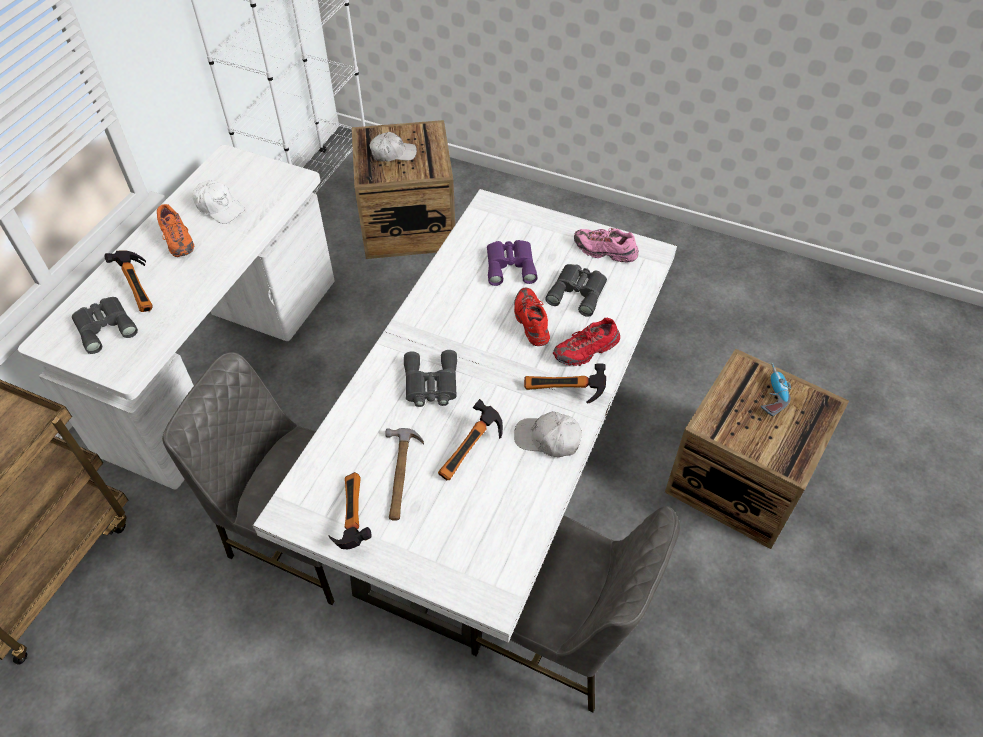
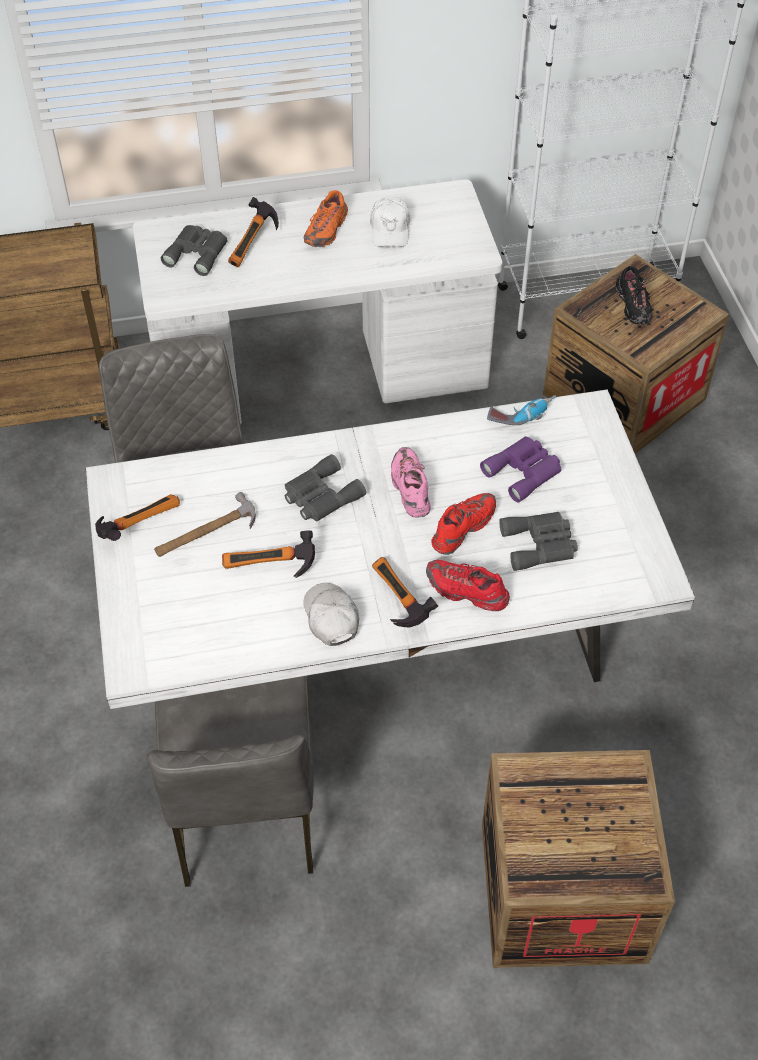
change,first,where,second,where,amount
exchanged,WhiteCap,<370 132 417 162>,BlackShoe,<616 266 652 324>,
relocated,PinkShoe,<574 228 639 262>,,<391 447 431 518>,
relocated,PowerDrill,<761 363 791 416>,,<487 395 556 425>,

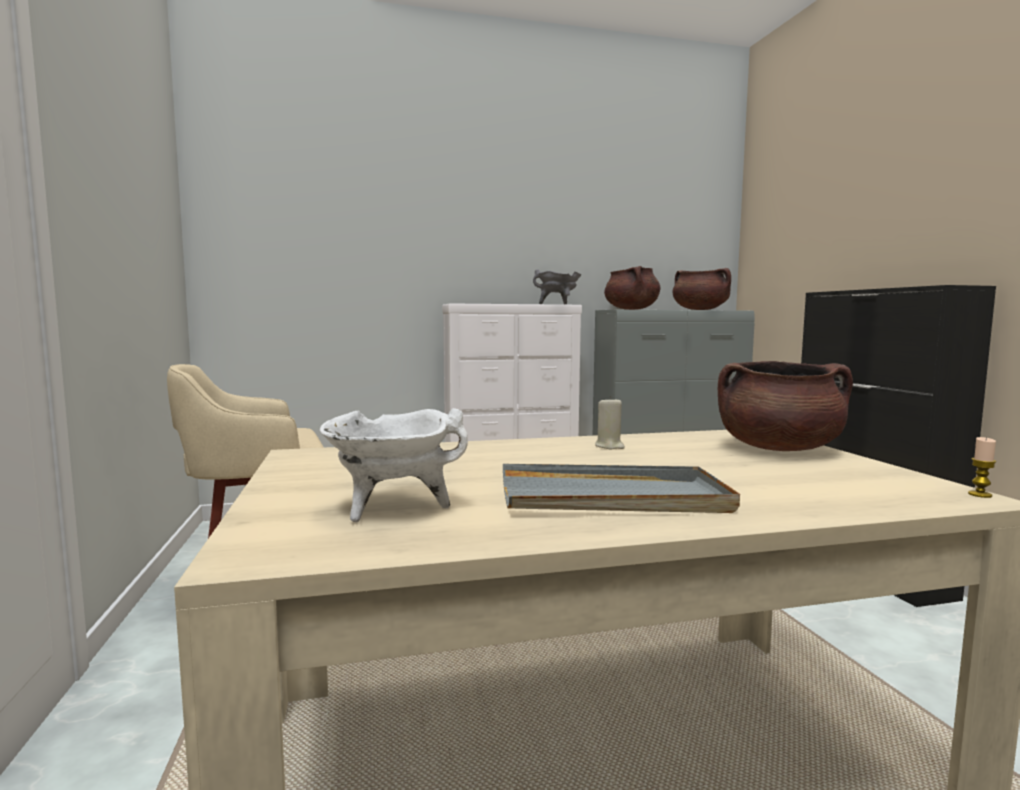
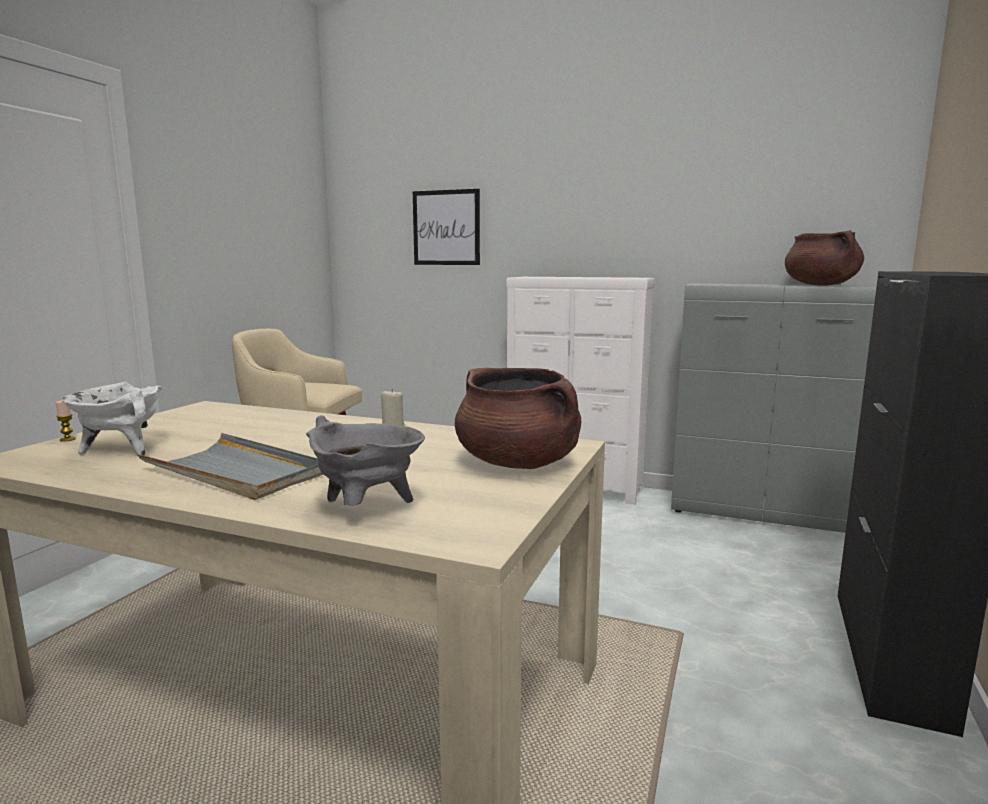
change,first,where,second,where,amount
relocated,GreyCookingPot,<533 269 581 304>,,<306 415 425 506>,
missing,BrownCookingPot,<604 266 660 310>,,,
relocated,Candle,<968 437 996 498>,,<56 400 76 442>,
appeared,,,Picture,<413 189 480 265>,

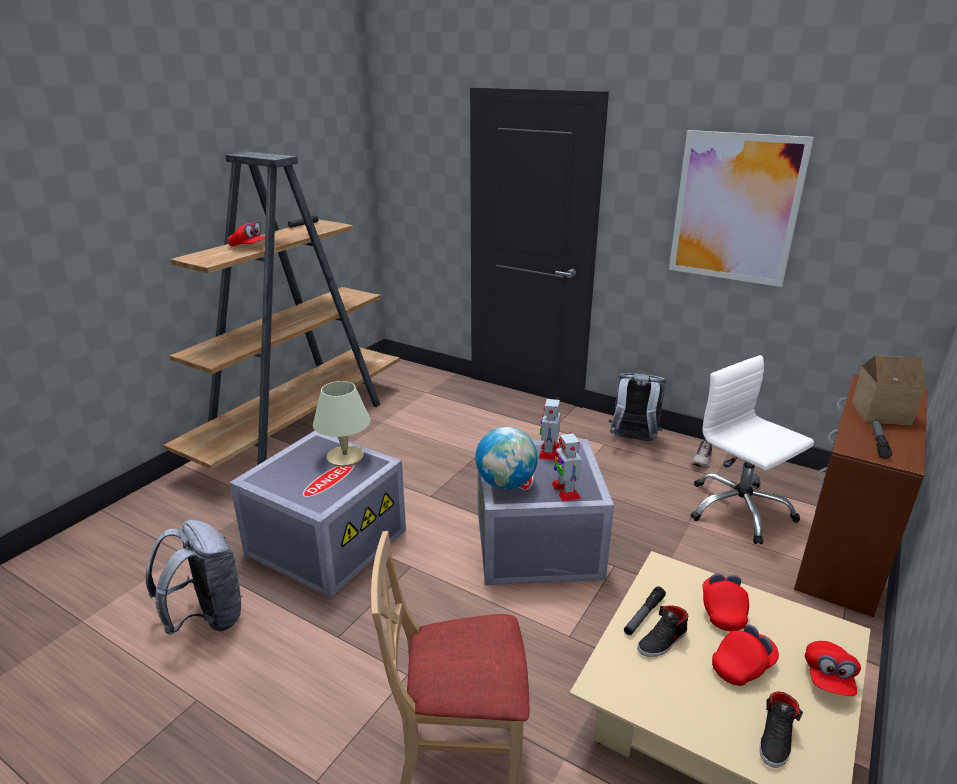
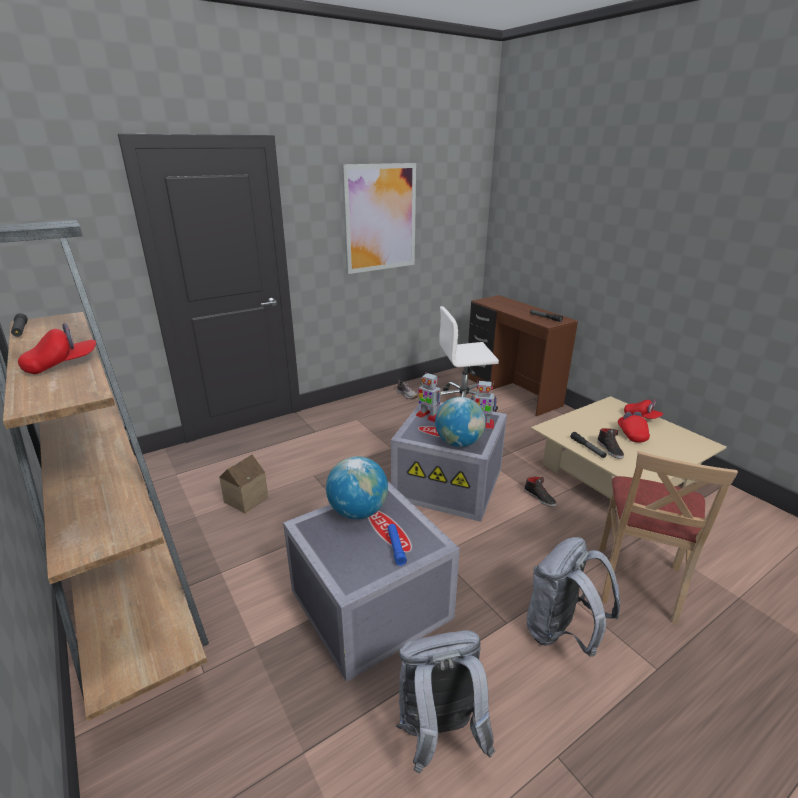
change,first,where,second,where,amount
exchanged,BeigeTableLamp,<313 381 371 467>,Globe,<326 456 388 519>,
relocated,GreyBackpack,<609 373 666 441>,,<527 537 620 657>,
missing,RedCap,<703 573 749 631>,,,
relocated,BlackShoe,<760 692 803 768>,,<524 477 556 507>,
relocated,ToyHouse,<852 355 925 426>,,<219 454 269 513>,
appeared,,,BlueFlashlight,<388 524 407 566>,

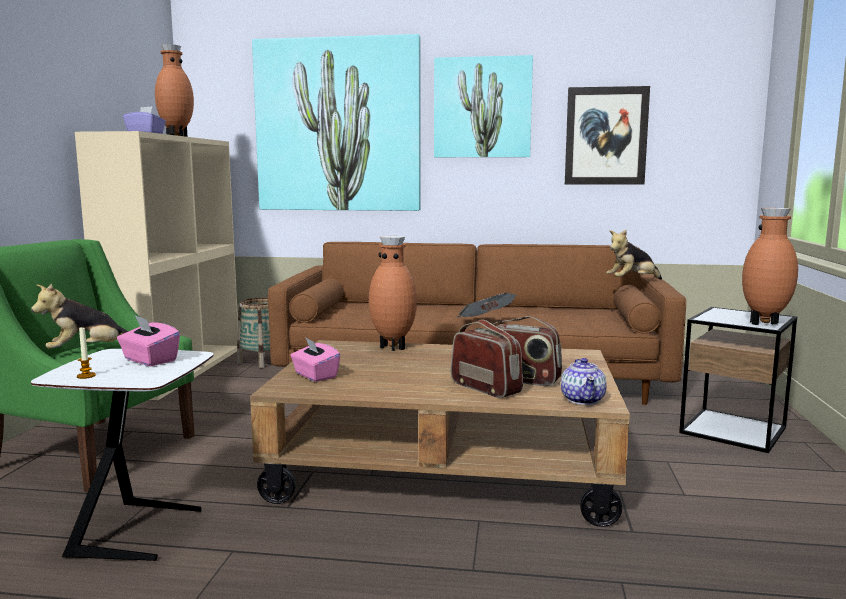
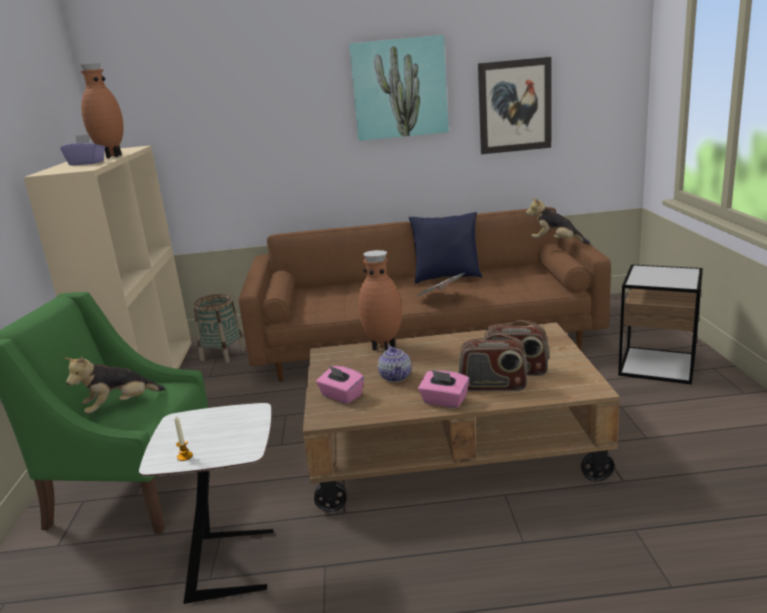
change,first,where,second,where,amount
relocated,PinkTissueBox,<117 316 180 366>,,<418 370 469 408>,
missing,Picture,<252 34 421 211>,,,
spun,Radio,<451 320 523 398>,,<459 333 528 391>,150 degrees clockwise
relocated,Teapot,<561 358 607 405>,,<378 345 412 382>,
spun,PlushToy,<606 230 662 280>,,<526 197 590 244>,60 degrees clockwise
missing,BrownVase,<742 208 798 325>,,,
appeared,,,BluePillow,<409 212 482 283>,

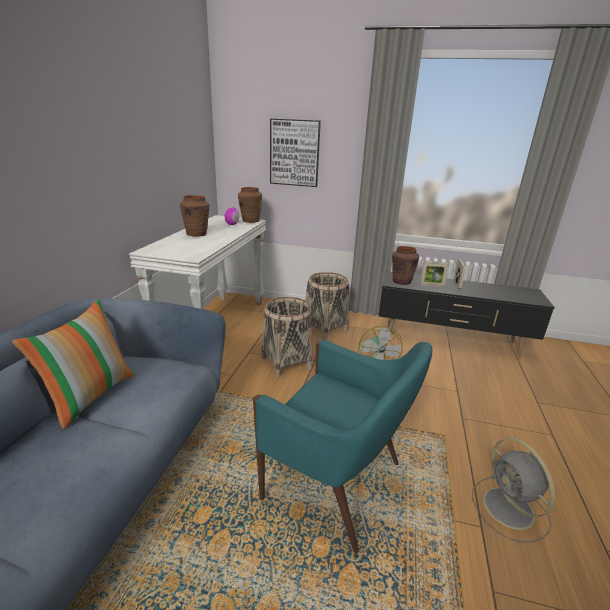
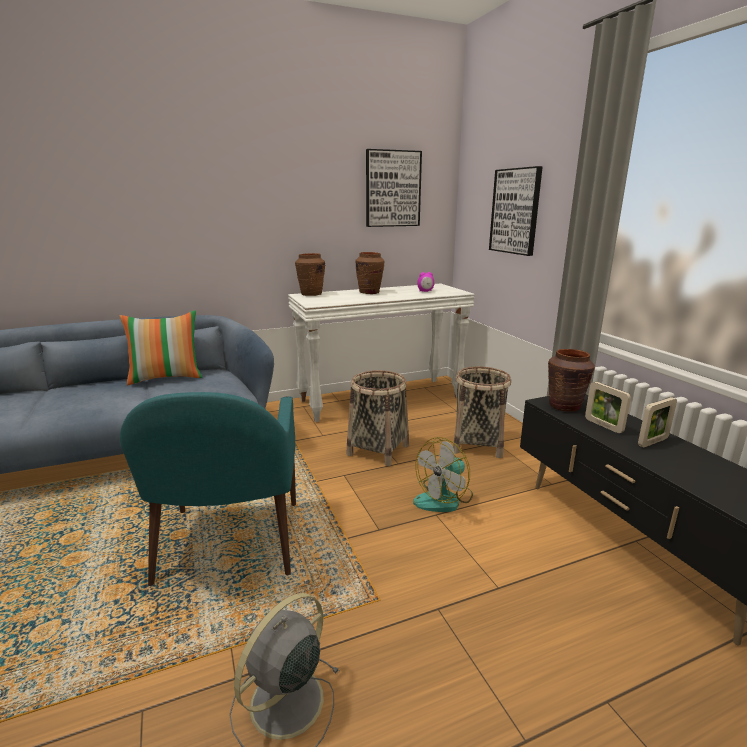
change,first,where,second,where,amount
relocated,BrownVase,<238 187 262 223>,,<295 253 326 296>,
appeared,,,Picture,<366 149 422 227>,

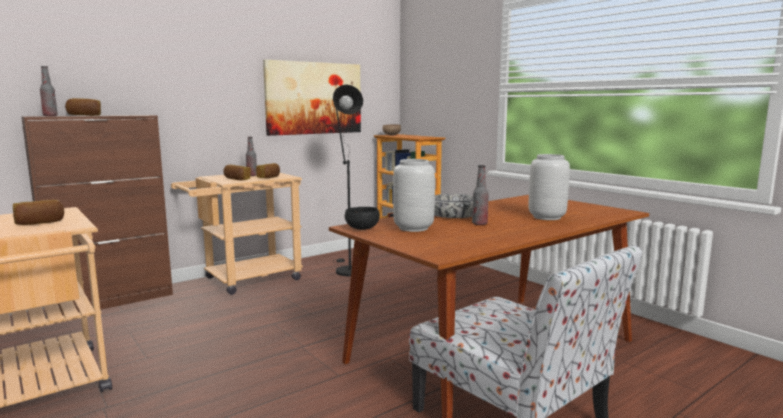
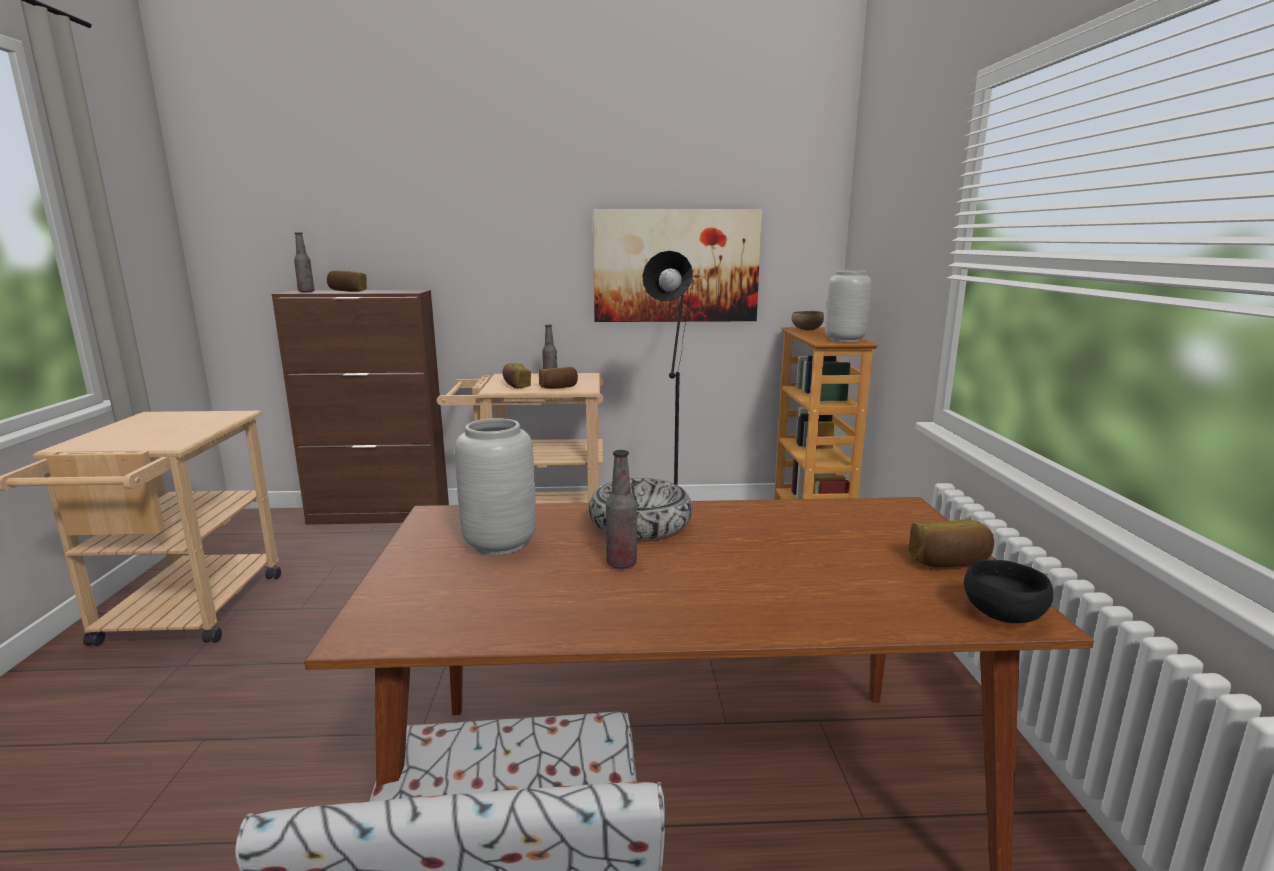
change,first,where,second,where,amount
relocated,Bread,<13 200 64 225>,,<908 519 994 567>,
relocated,BlackBowl,<345 207 380 230>,,<964 560 1053 623>,
relocated,GreyVase,<529 154 570 220>,,<825 270 871 342>,

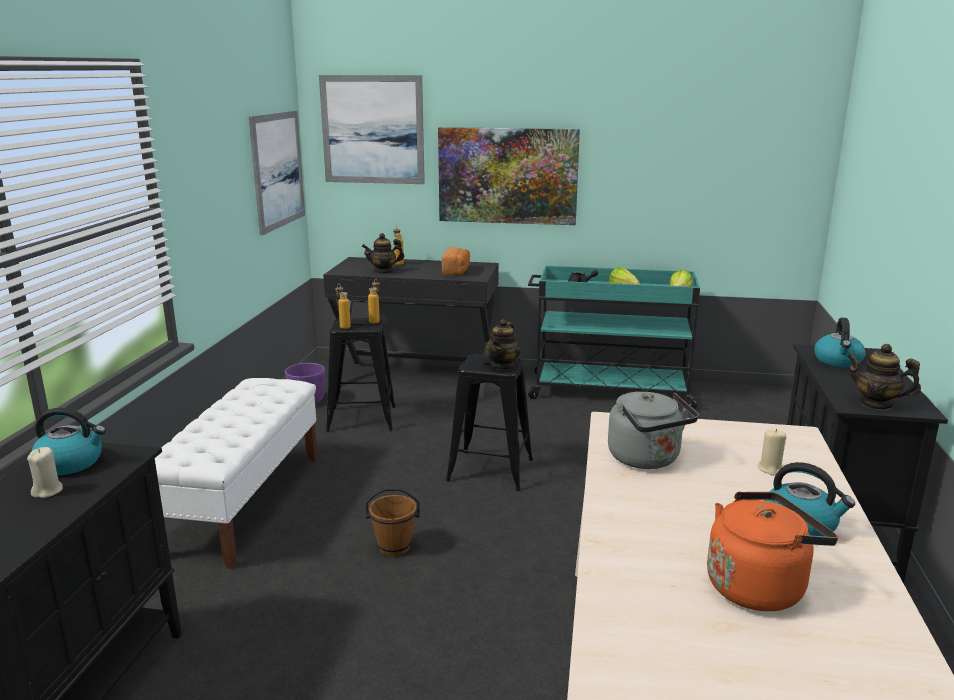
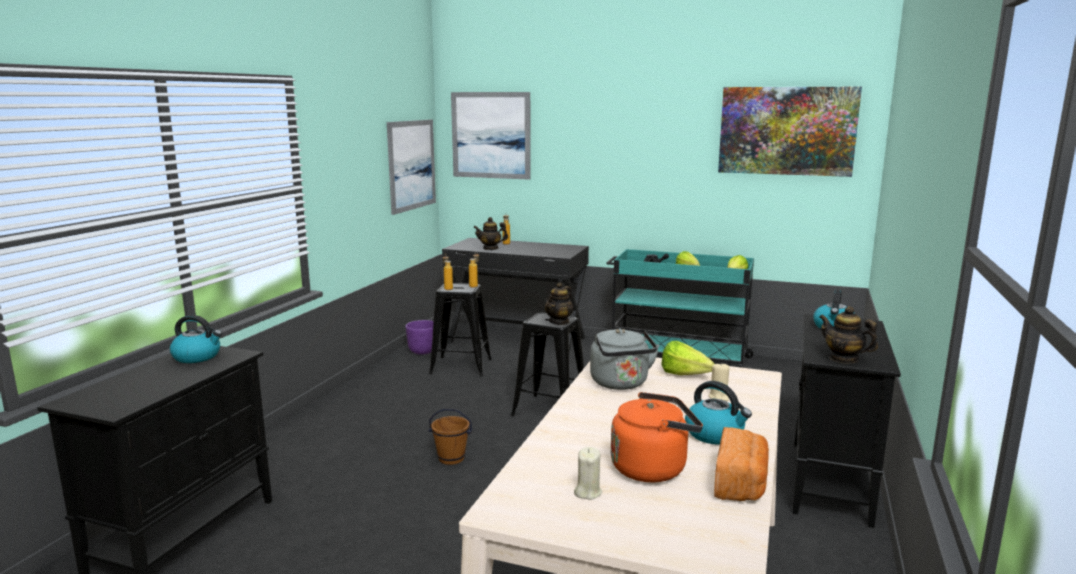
change,first,where,second,where,amount
relocated,BeigeCandle,<27 447 63 498>,,<574 447 602 500>,
missing,WhiteBench,<155 378 318 569>,,,
relocated,Picture,<438 127 580 225>,,<718 87 862 177>,
relocated,Bread,<442 247 470 276>,,<714 427 769 501>,
appeared,,,Lettuce,<661 341 715 375>,

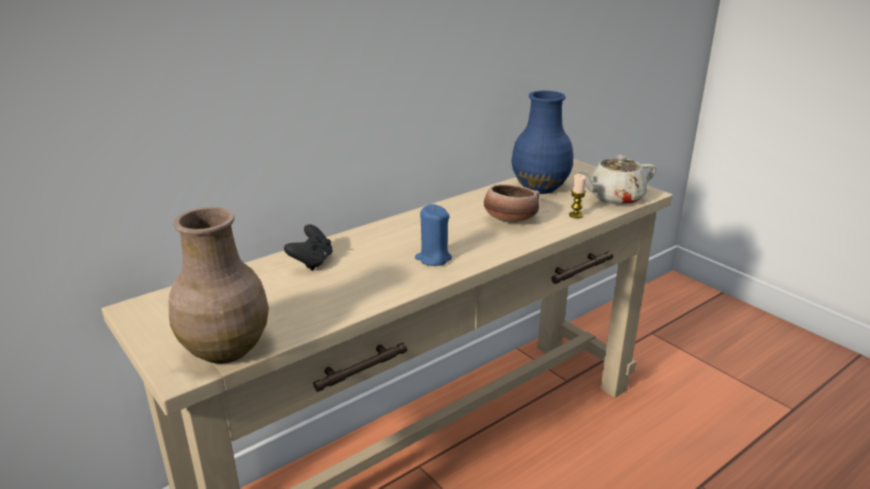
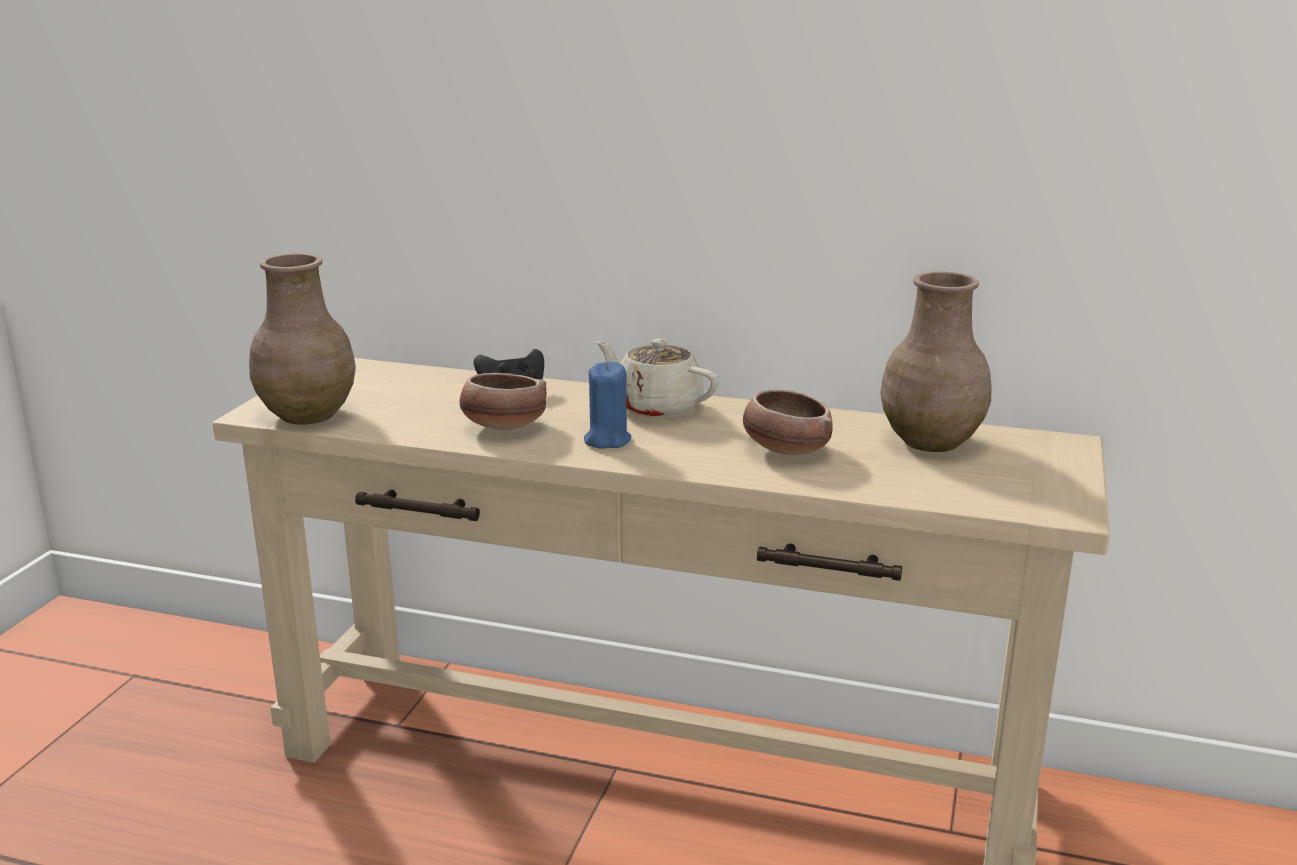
change,first,where,second,where,amount
colour,BlueVase,<511 91 573 194>,BrownVase,<880 272 992 452>,
missing,Candle,<569 174 586 218>,,,
relocated,BeigeTeapot,<578 155 656 205>,,<596 339 719 418>,
appeared,,,Bowl,<459 373 547 430>,

